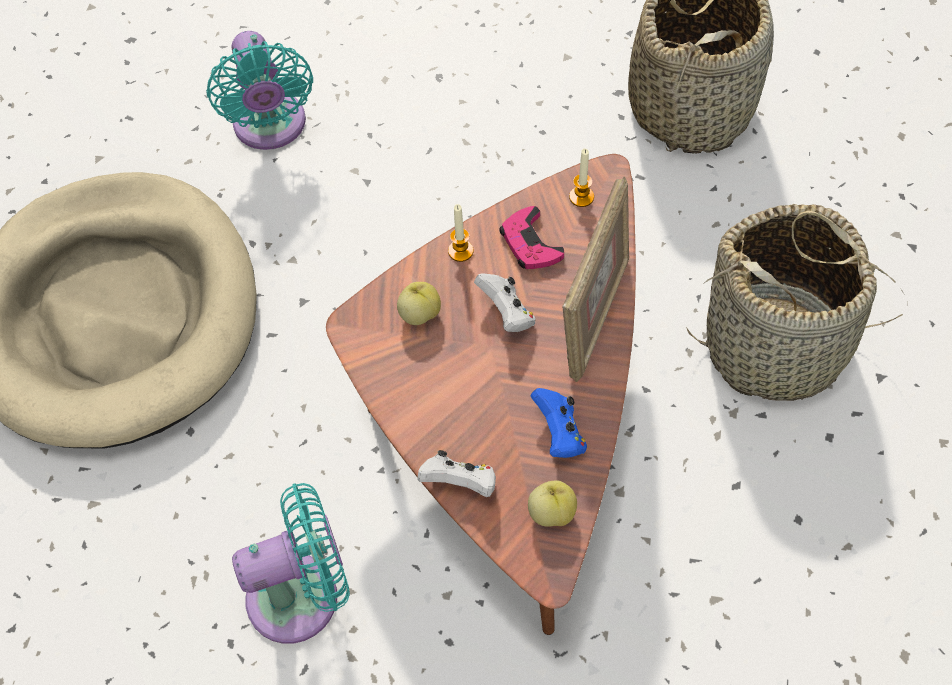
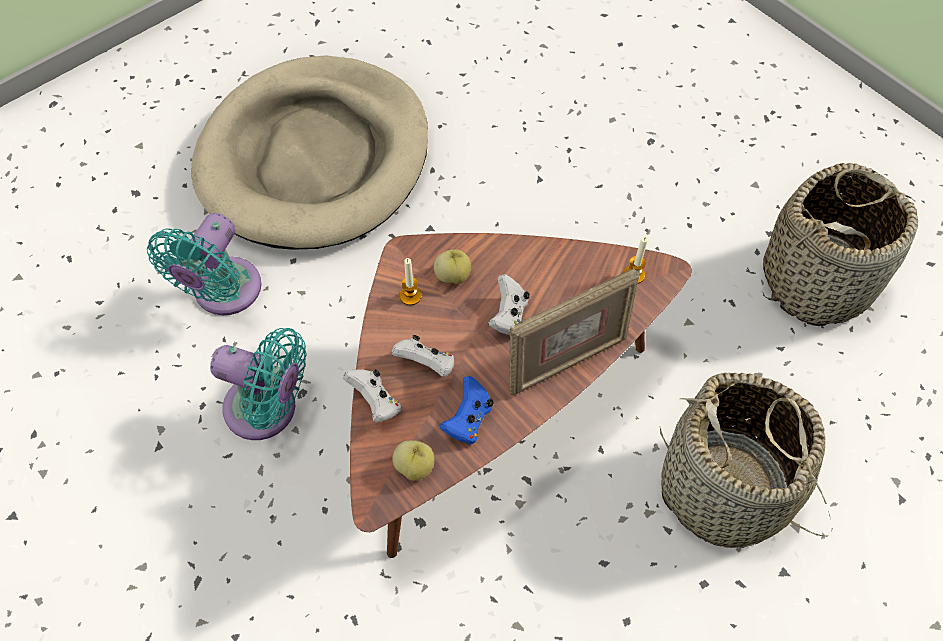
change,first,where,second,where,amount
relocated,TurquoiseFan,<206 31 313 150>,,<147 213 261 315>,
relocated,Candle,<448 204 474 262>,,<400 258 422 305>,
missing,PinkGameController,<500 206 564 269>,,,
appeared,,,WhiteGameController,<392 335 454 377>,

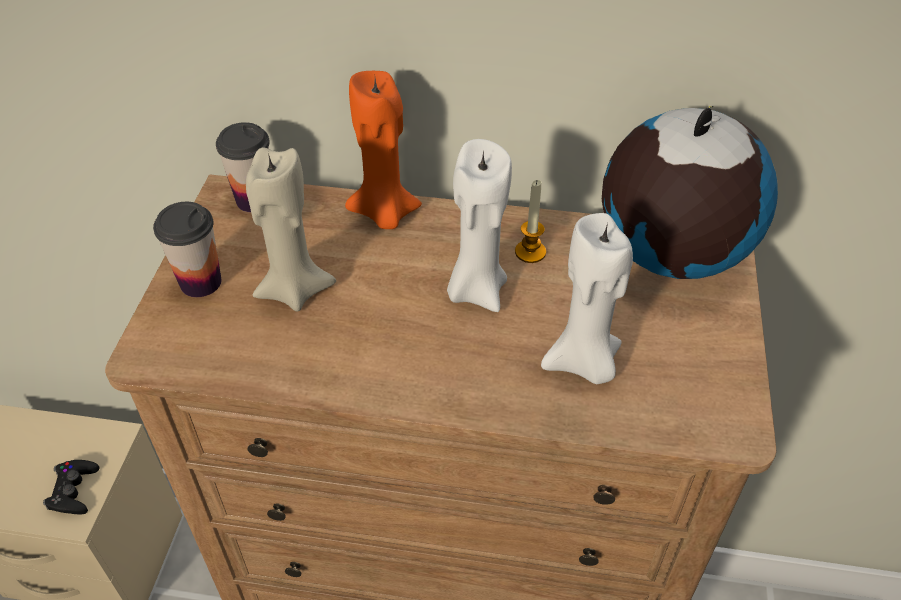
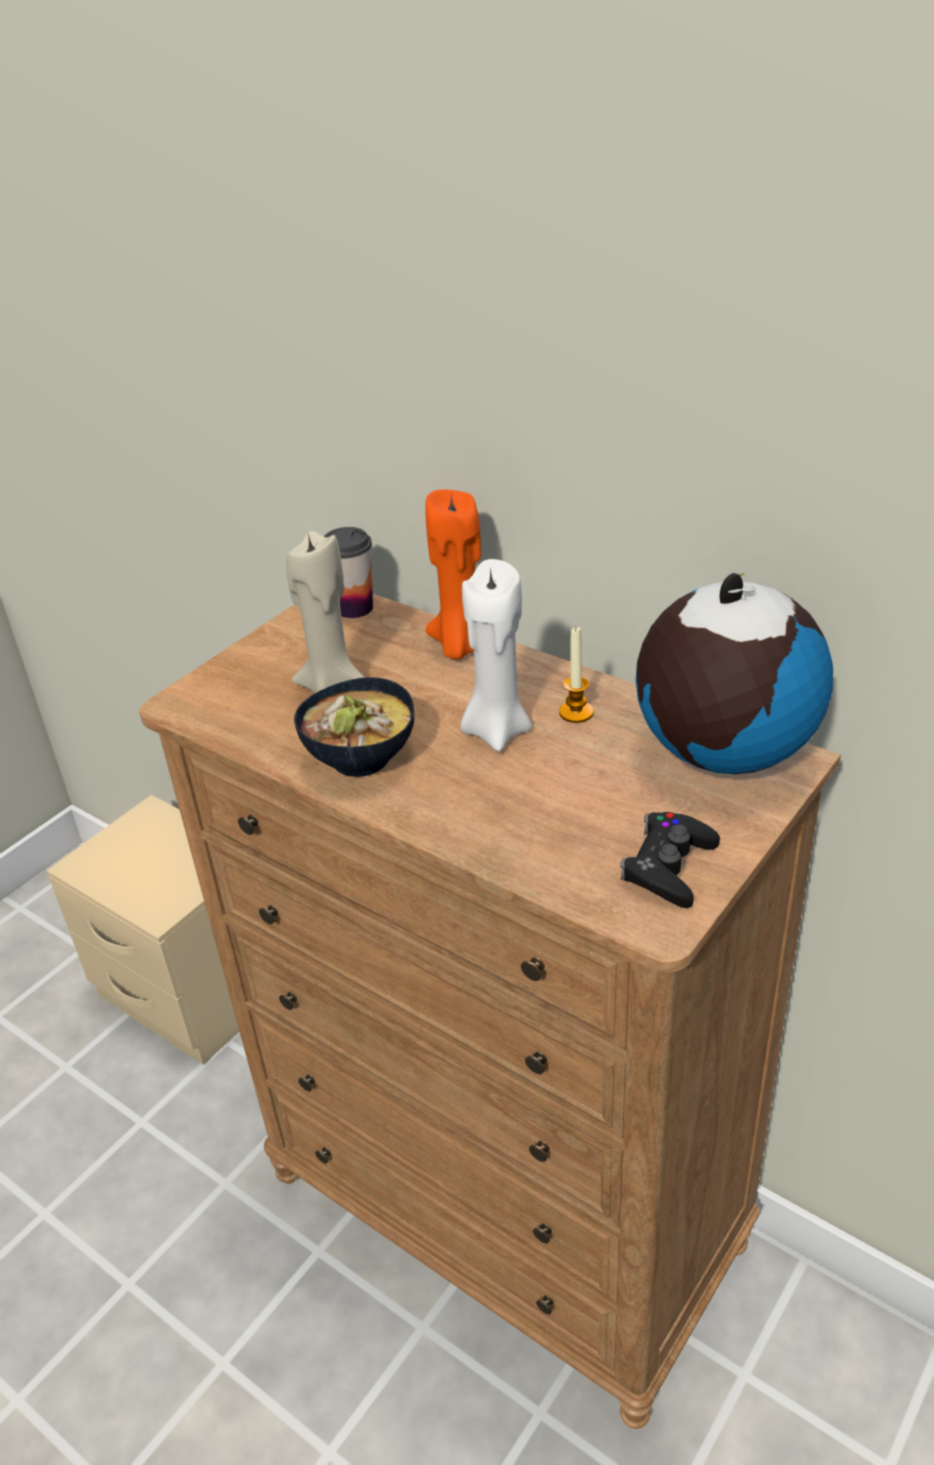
change,first,where,second,where,amount
relocated,BlackGameController,<43 460 99 514>,,<620 812 720 908>,
missing,Cup,<153 202 222 297>,,,
missing,WhiteCandle,<541 213 633 384>,,,
appeared,,,Bowl,<294 677 414 777>,

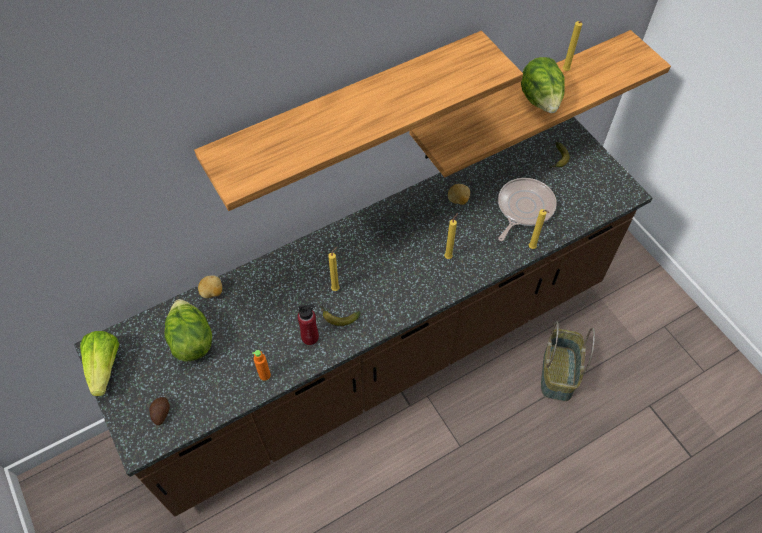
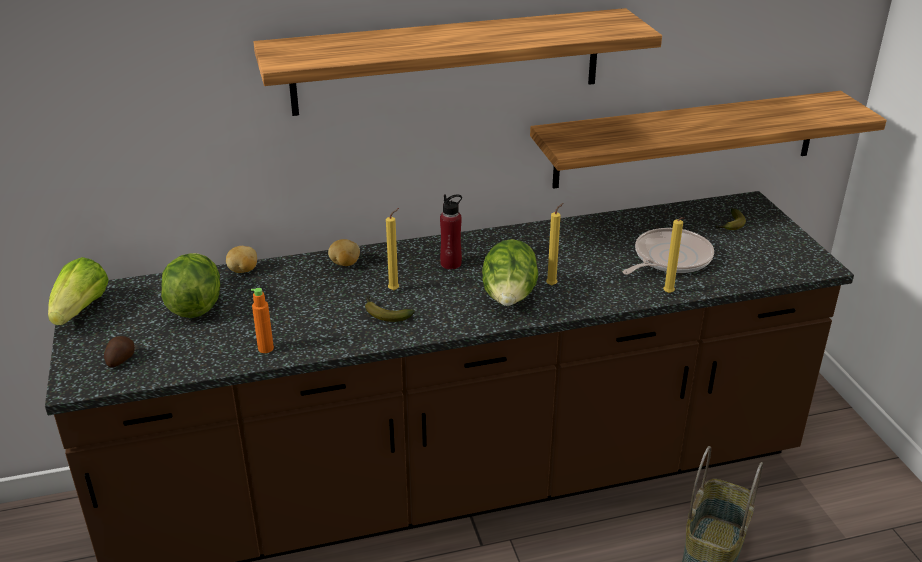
change,first,where,second,where,amount
relocated,RedBottle,<297 304 319 345>,,<440 194 462 270>,
relocated,Potato,<448 184 470 205>,,<328 239 360 266>,
relocated,Lettuce,<521 57 565 113>,,<482 239 538 306>,
missing,YellowCandle,<562 21 582 71>,,,

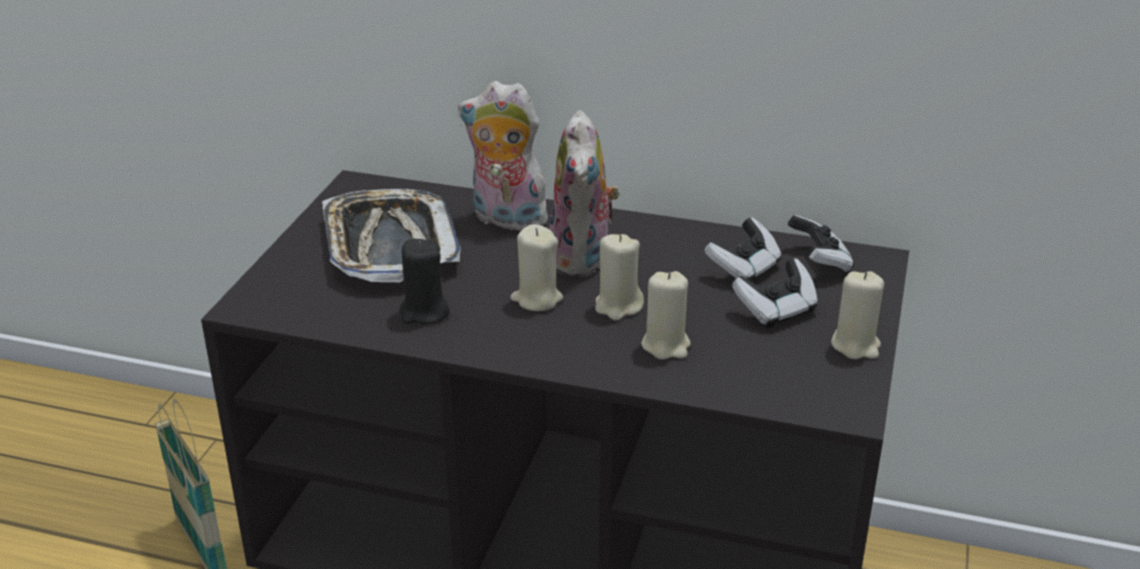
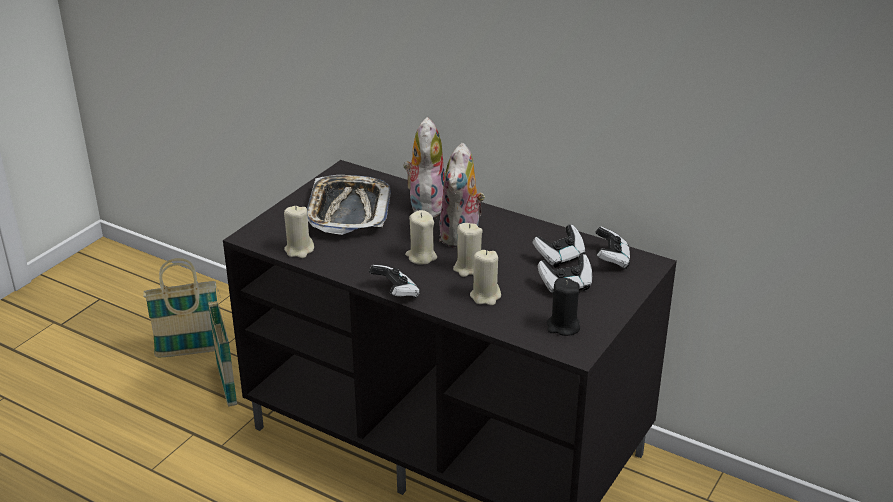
change,first,where,second,where,amount
relocated,BlackCandle,<399 239 450 324>,,<547 278 580 336>,
spun,PlushToy,<458 81 553 231>,,<403 117 445 218>,60 degrees clockwise
relocated,BeigeCandle,<831 271 884 360>,,<284 206 314 258>,
appeared,,,Basket,<144 258 217 357>,
appeared,,,GameController,<369 265 420 298>,

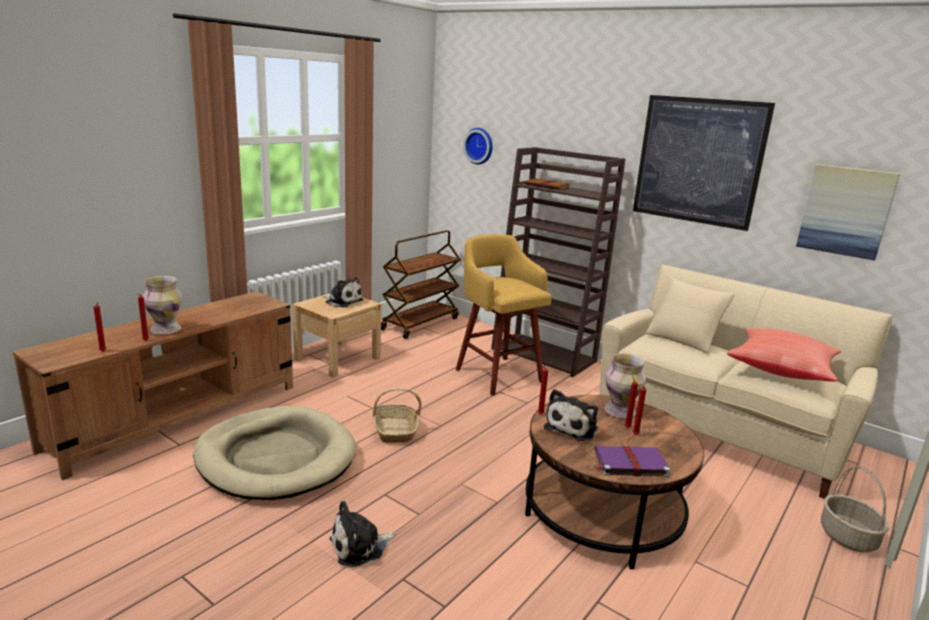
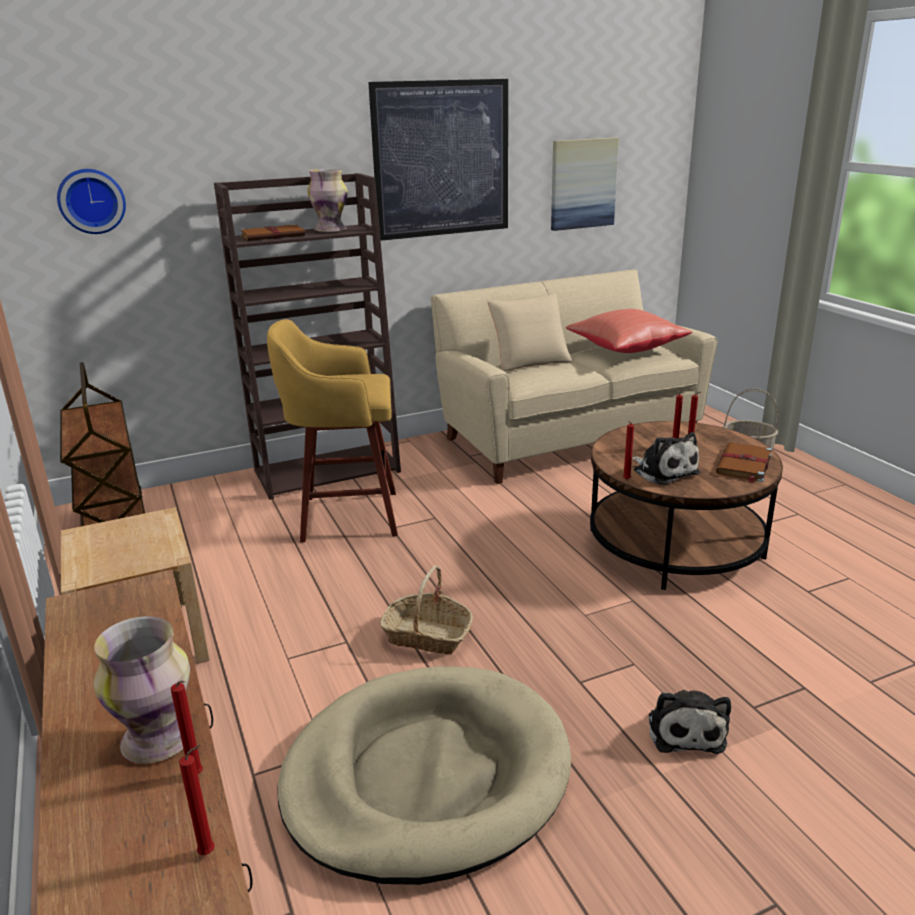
change,first,where,second,where,amount
missing,PlushToy,<322 277 363 307>,,,
colour,PurpleBook,<595 446 670 477>,BrownBook,<716 443 772 483>,
relocated,Vase,<604 353 646 418>,,<307 169 348 232>,

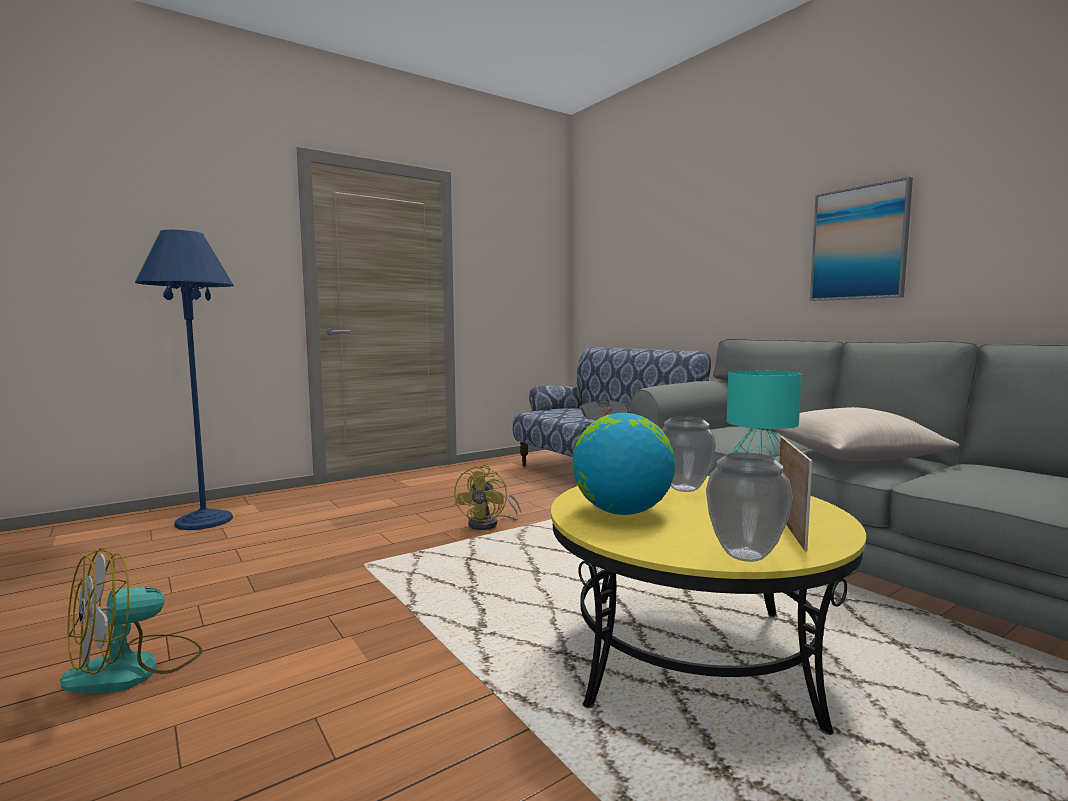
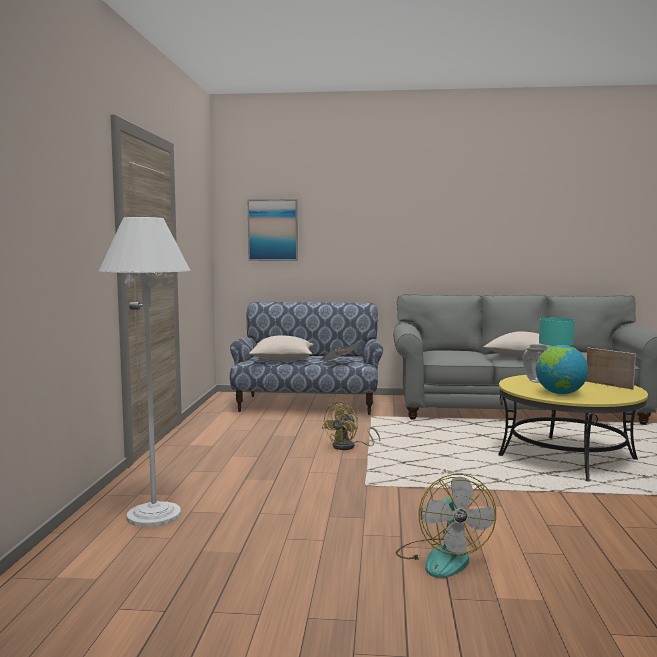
change,first,where,second,where,amount
colour,BlueFloorLamp,<135 230 234 530>,WhiteFloorLamp,<98 217 191 527>,
spun,YellowFan,<454 465 521 530>,,<322 401 380 450>,75 degrees clockwise
missing,Vase,<706 452 793 562>,,,
relocated,Picture,<810 177 913 301>,,<248 199 298 261>,
appeared,,,BeigePillow,<249 335 314 361>,

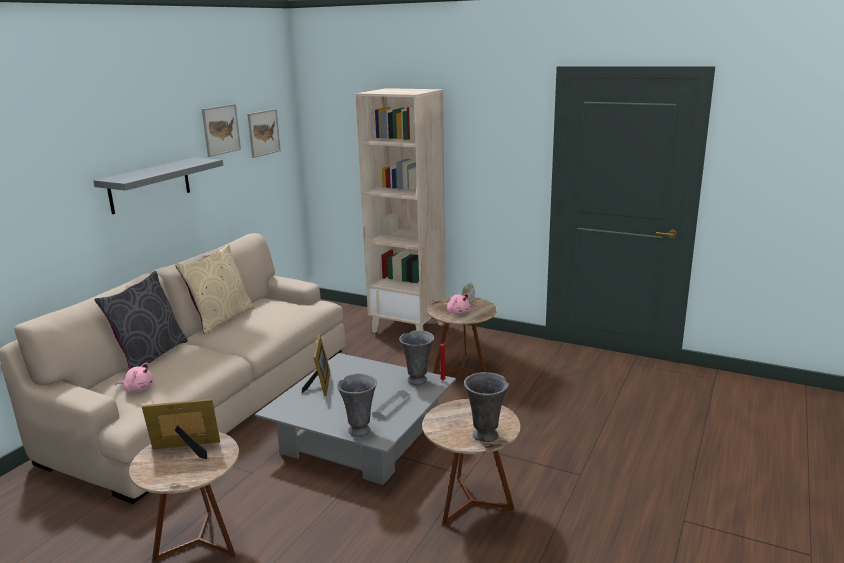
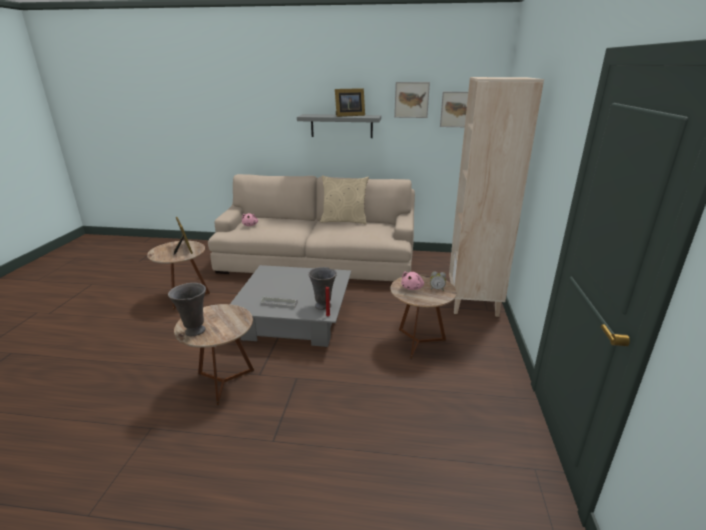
change,first,where,second,where,amount
missing,GreyPillow,<95 271 188 370>,,,
relocated,PictureFrame,<302 335 330 396>,,<335 88 365 117>,
missing,GreyVase,<337 373 377 437>,,,

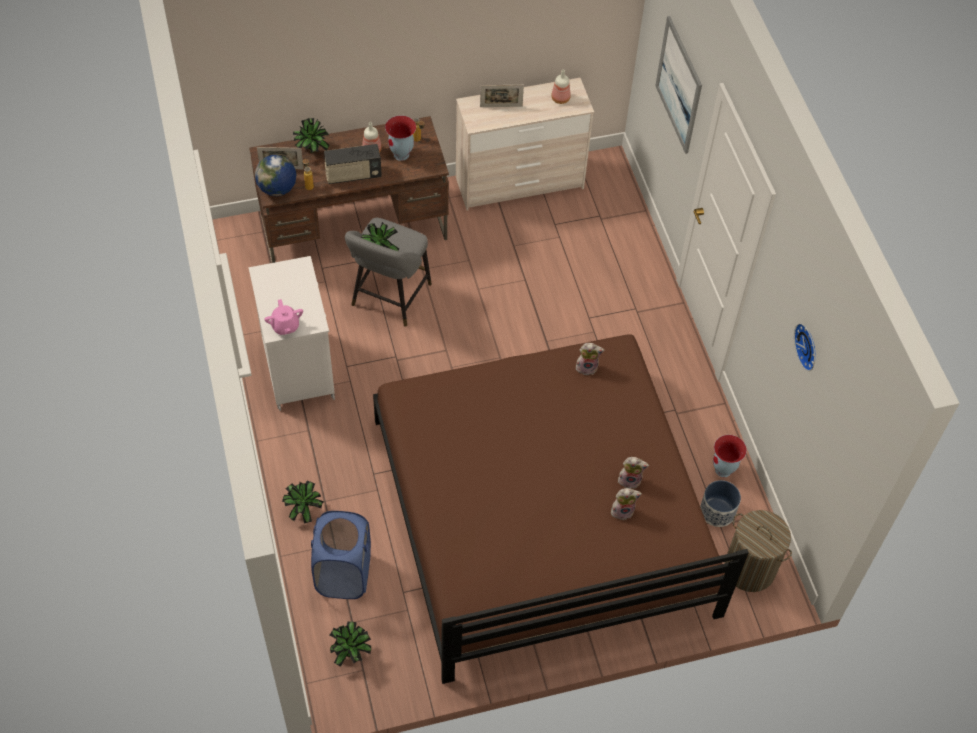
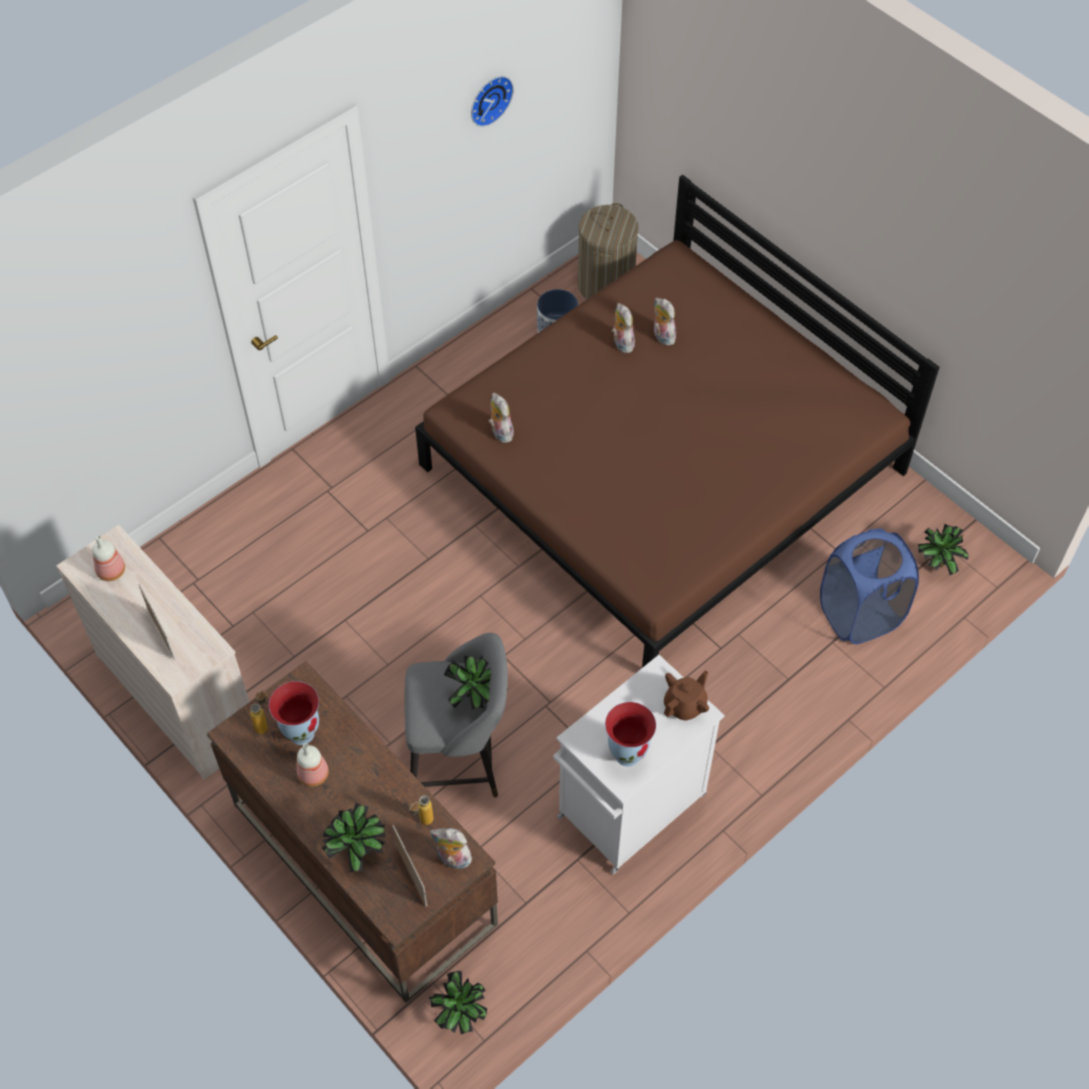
change,first,where,second,where,amount
exchanged,Globe,<255 155 296 196>,PlushToy,<430 828 472 869>,
colour,PinkTeapot,<265 299 303 335>,BrownTeapot,<664 670 709 721>,
relocated,PottedPlant,<282 481 324 524>,,<429 971 487 1034>,
missing,Radio,<324 144 382 184>,,,
missing,Picture,<655 16 702 154>,,,
relocated,Vase,<713 435 747 477>,,<605 702 656 767>,

